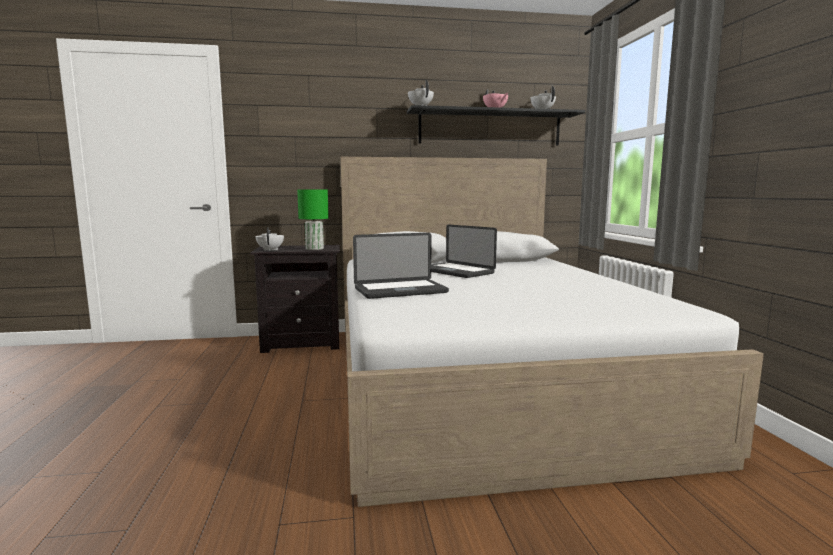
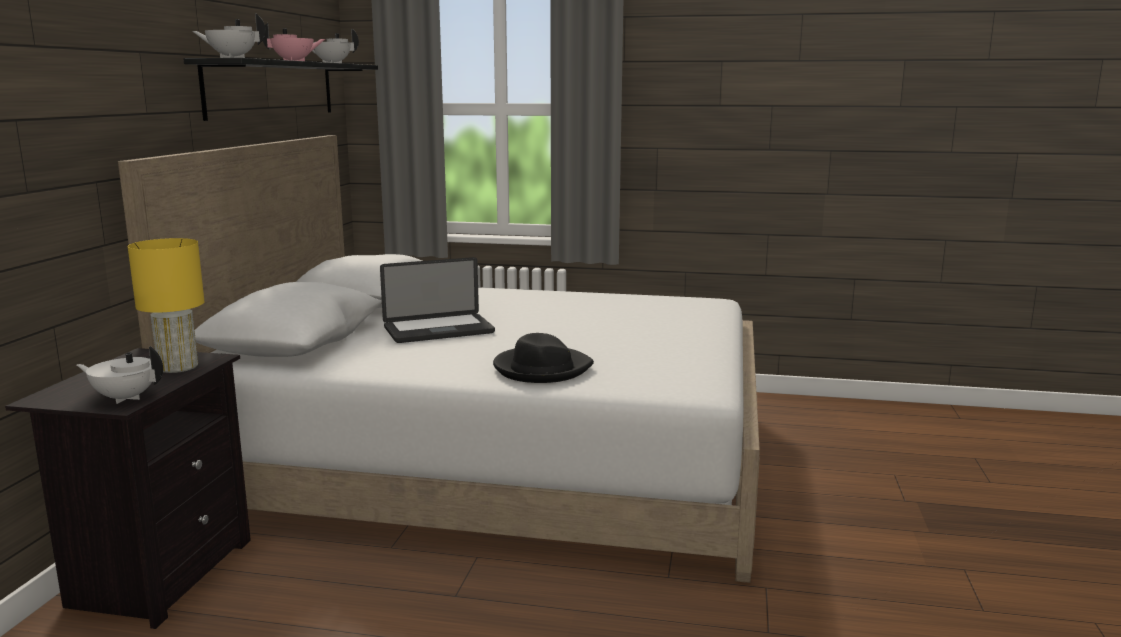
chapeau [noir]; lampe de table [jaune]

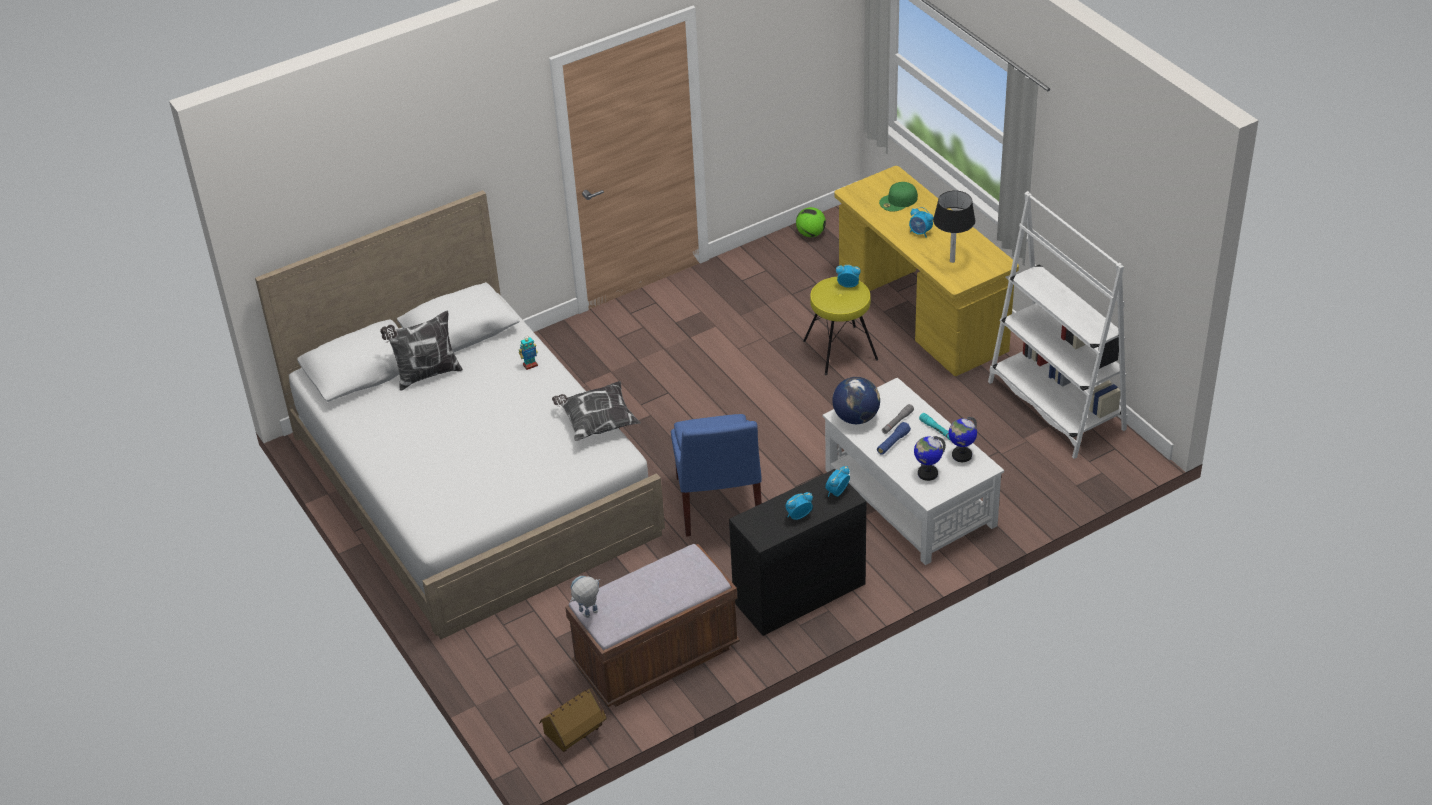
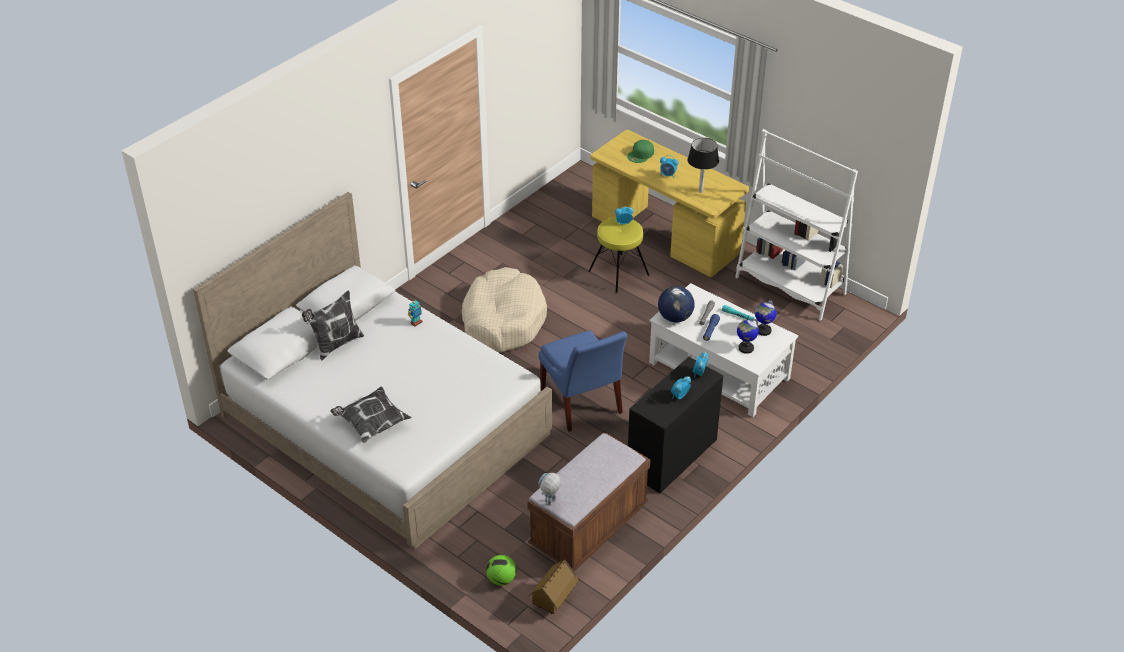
panier pour chien [beige]; coussin (no. 2 from left); ballon de foot

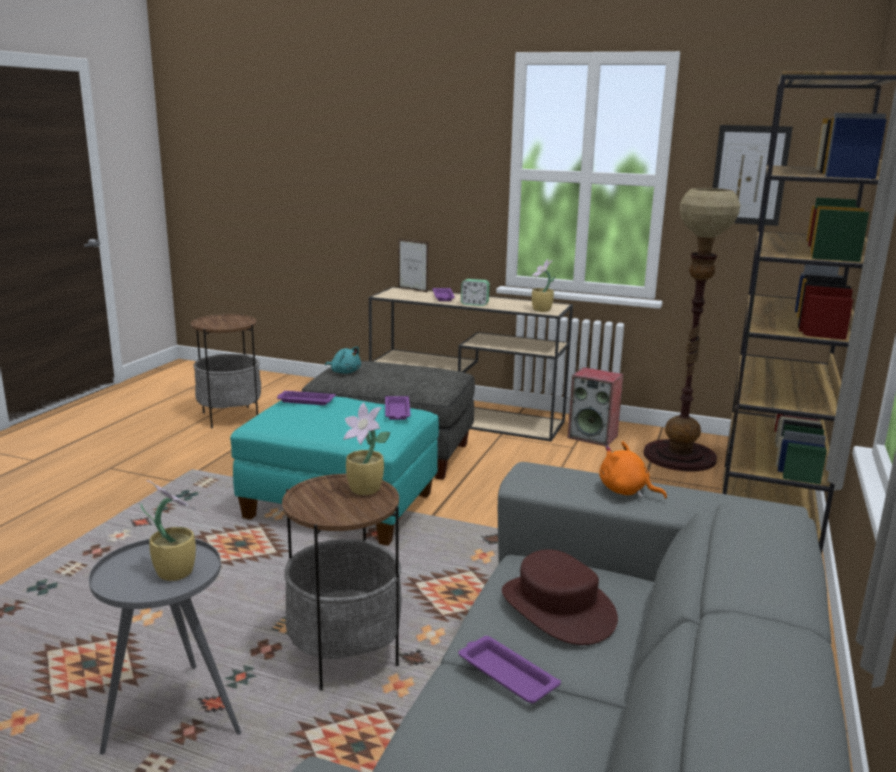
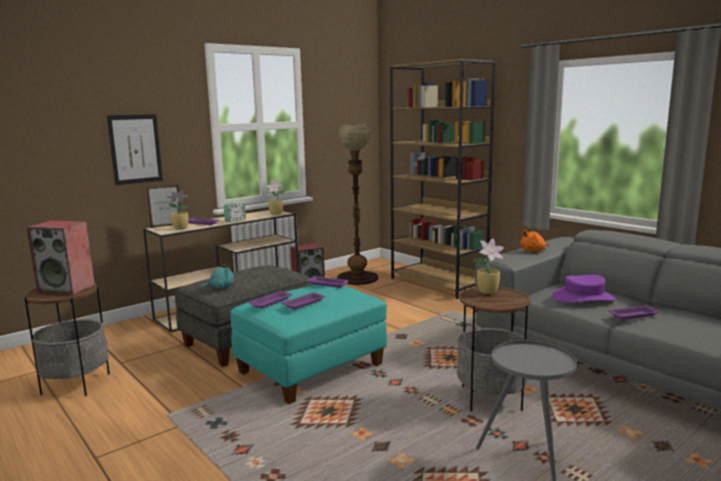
enceinte (no. 1 from left); plateau [violet] (no. 3 from left); plante en pot (no. 1 from left); tableau; chapeau [violet]

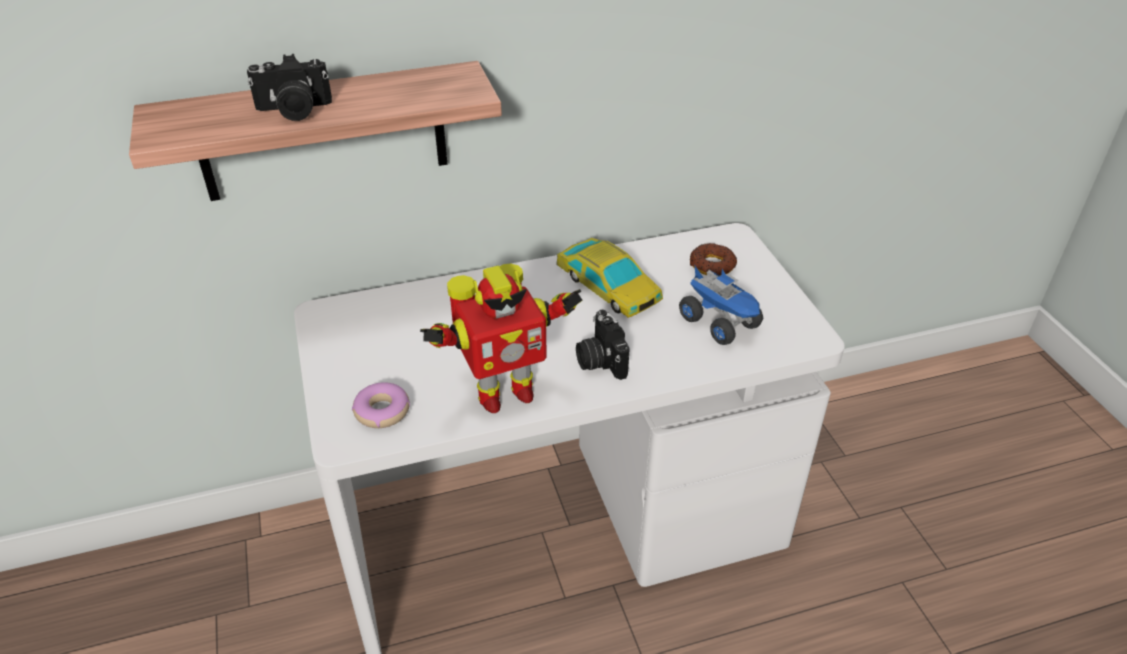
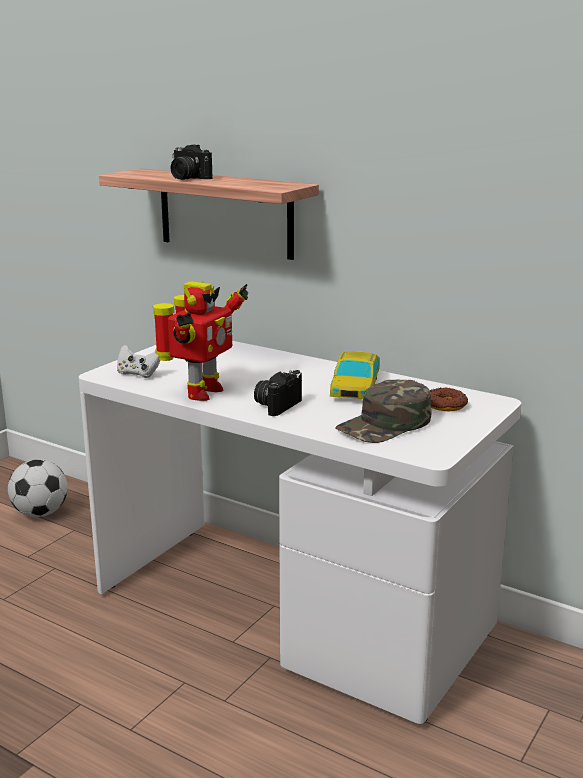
ballon de foot; manette [blanc]; casquette [vert]; robot jouet

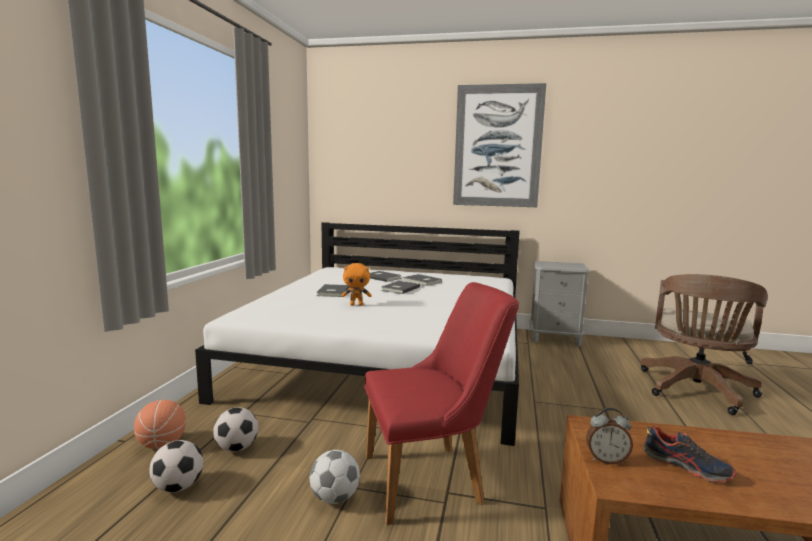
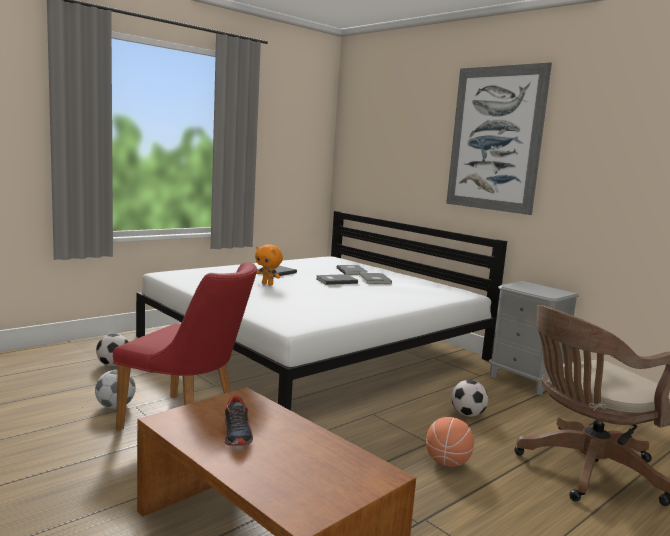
réveil; ballon de basket; ballon de foot (no. 3 from left)

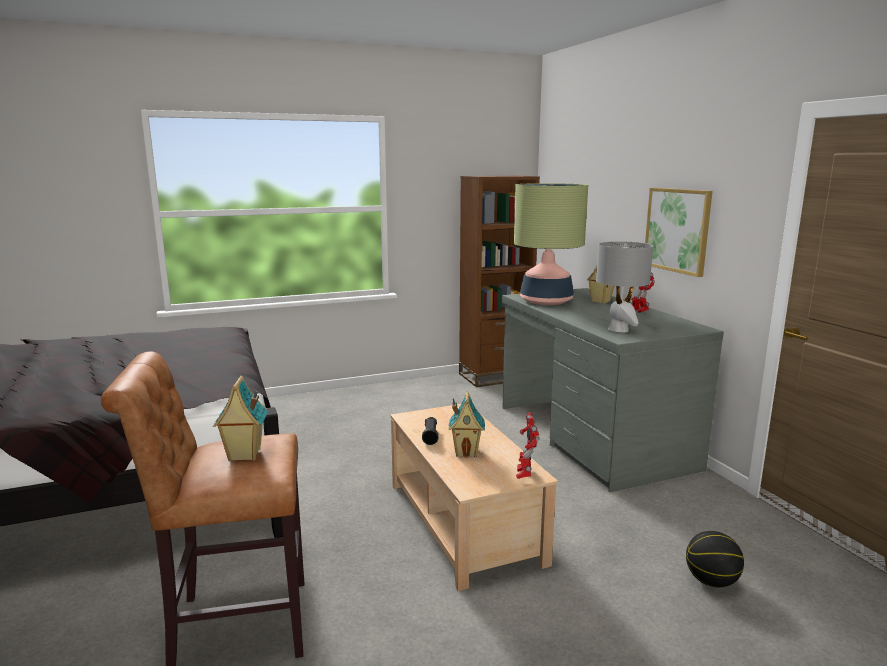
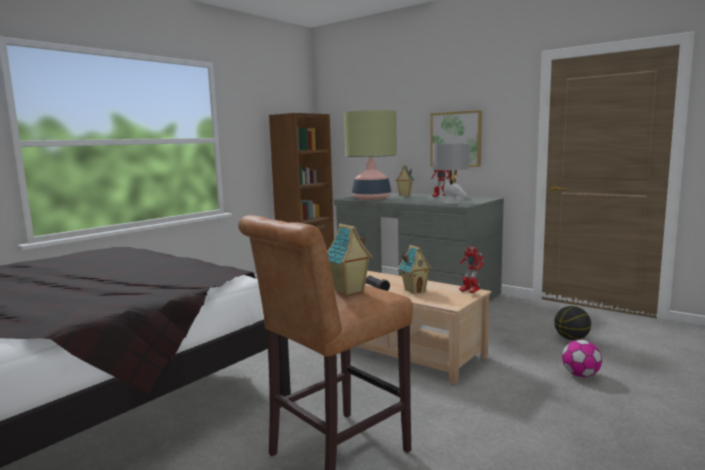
ballon de foot

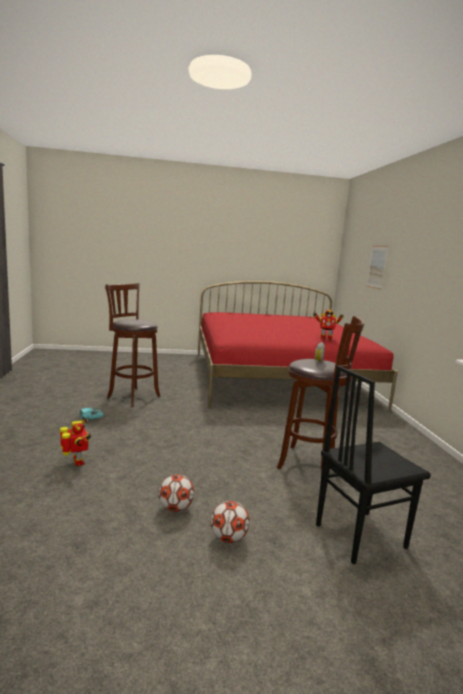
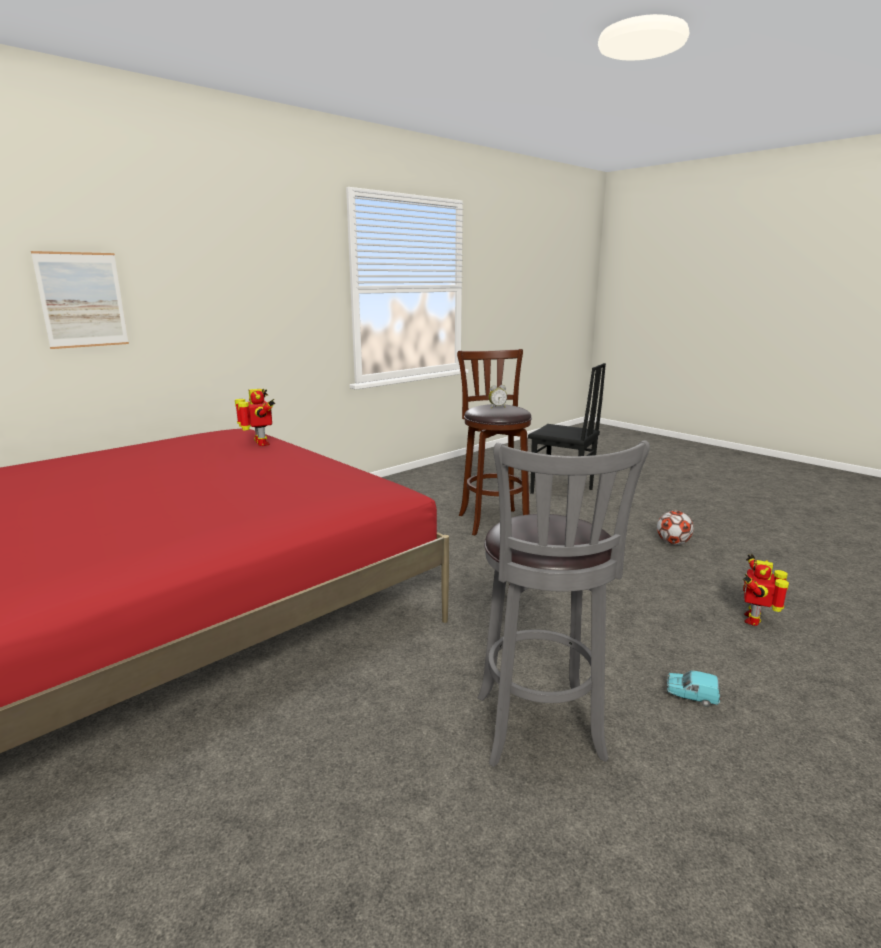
ballon de foot (no. 2 from left in the first image); tabouret [gris]

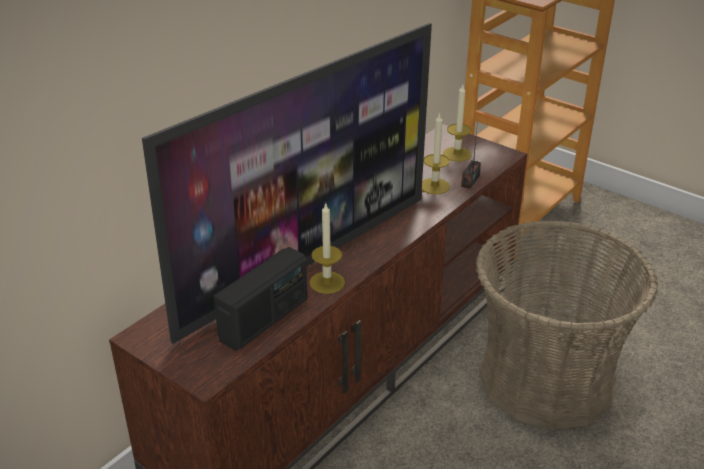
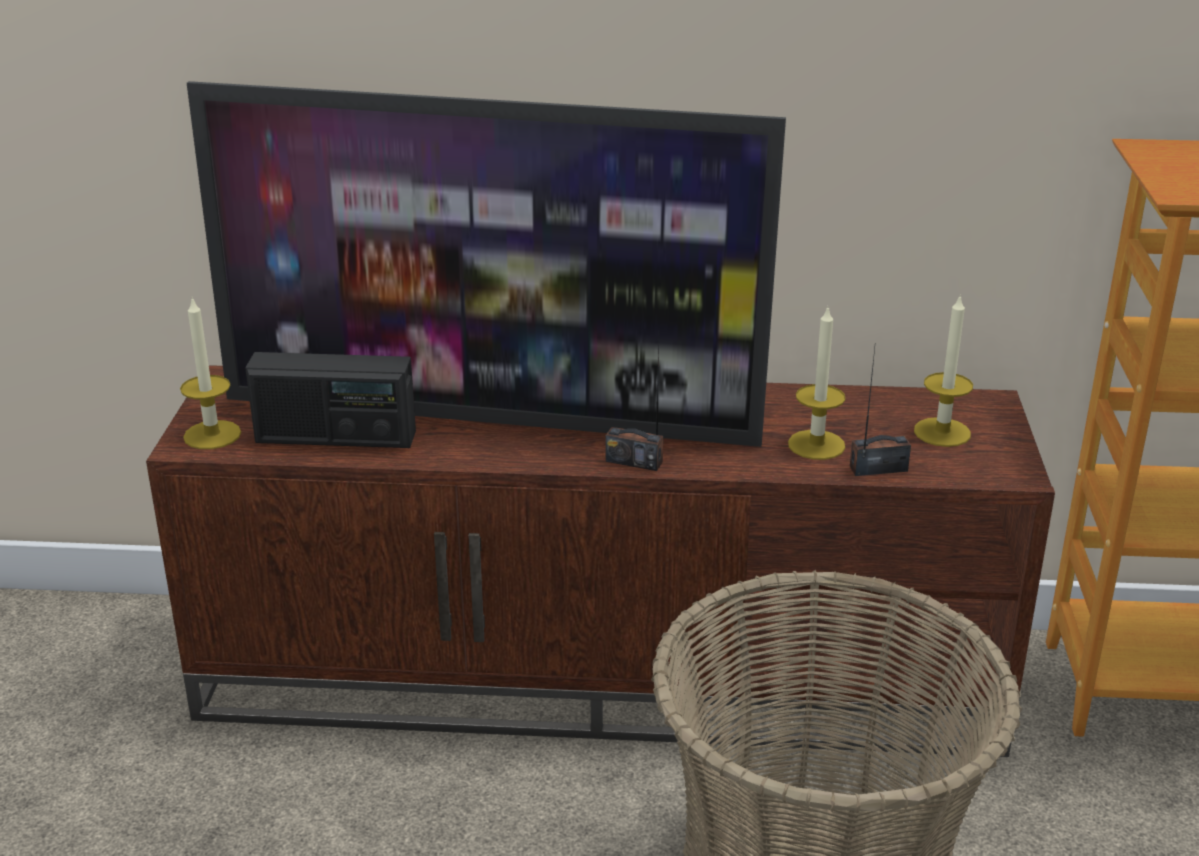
radio (no. 2 from left); bougie (no. 1 from left)

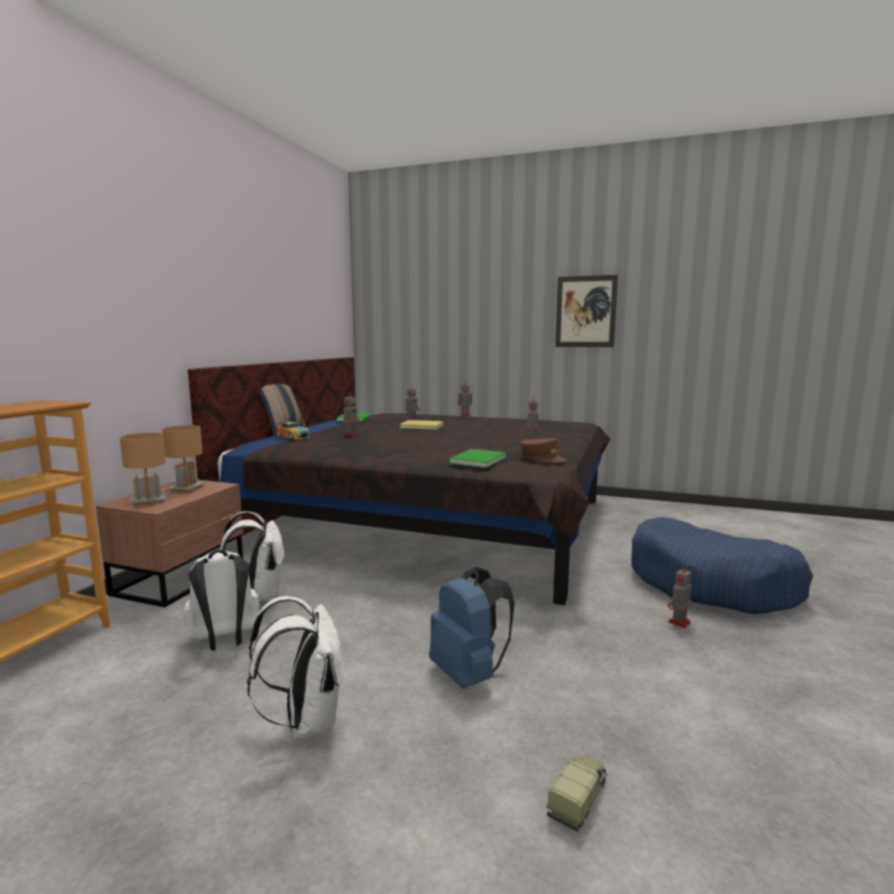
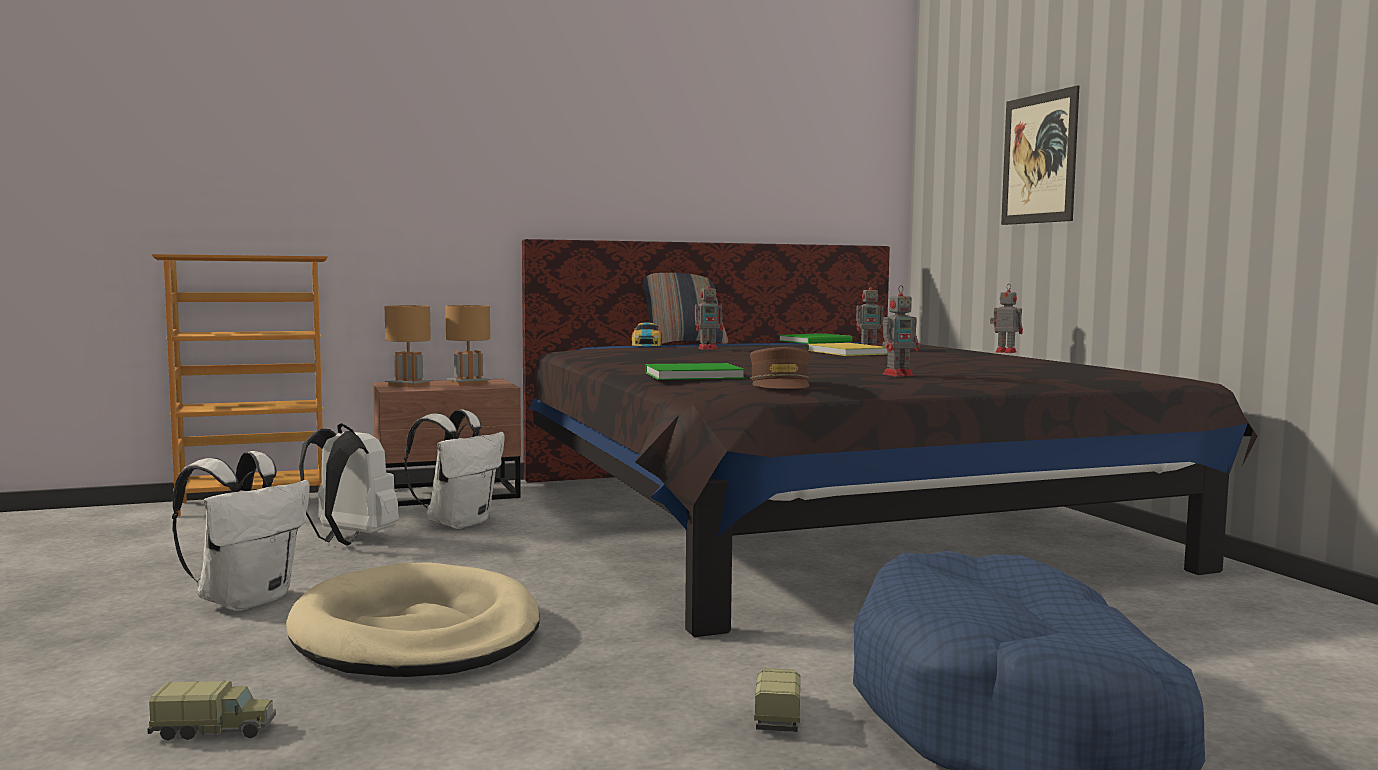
tableau; panier pour chien [beige]; camion jouet (no. 2 from left)

